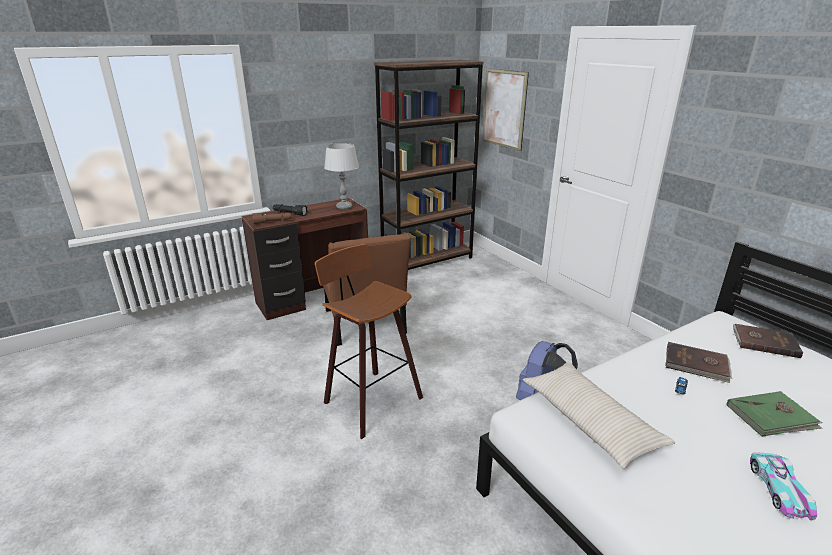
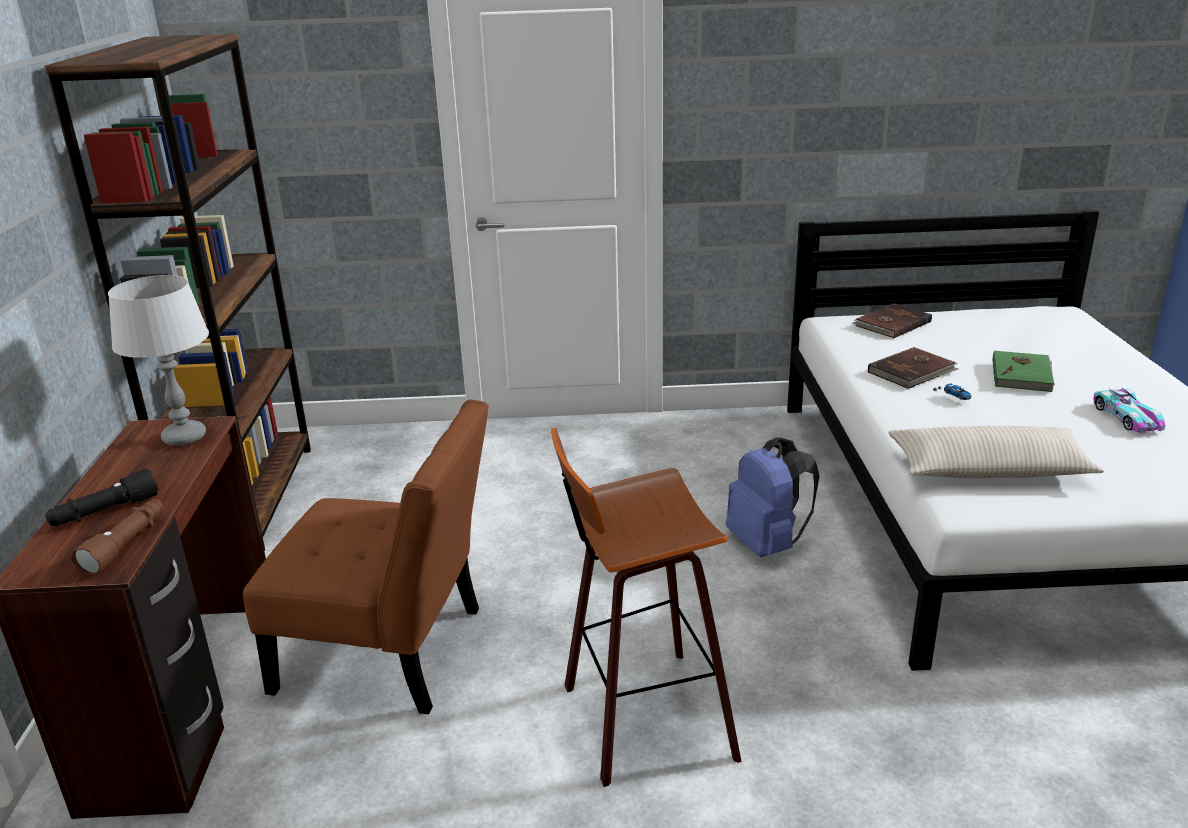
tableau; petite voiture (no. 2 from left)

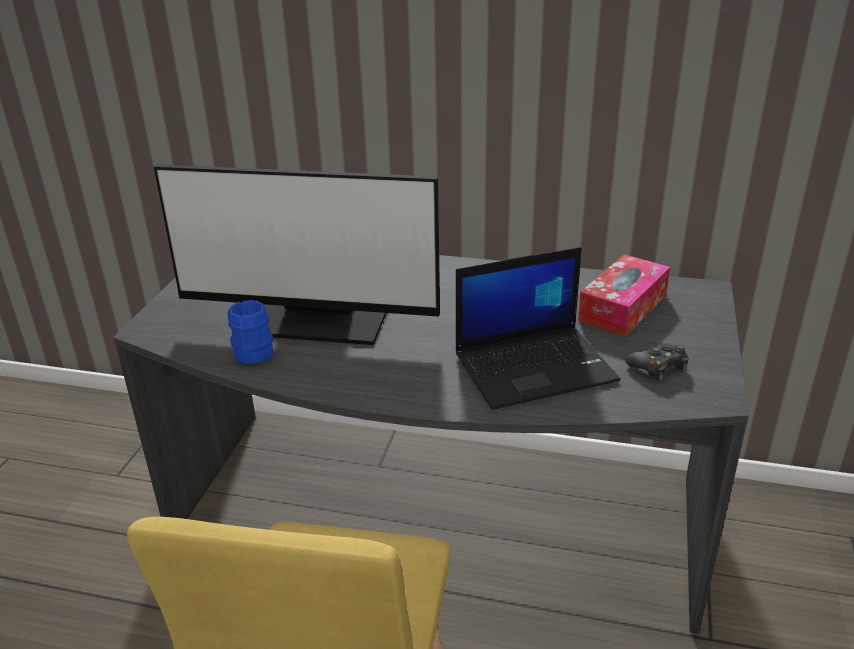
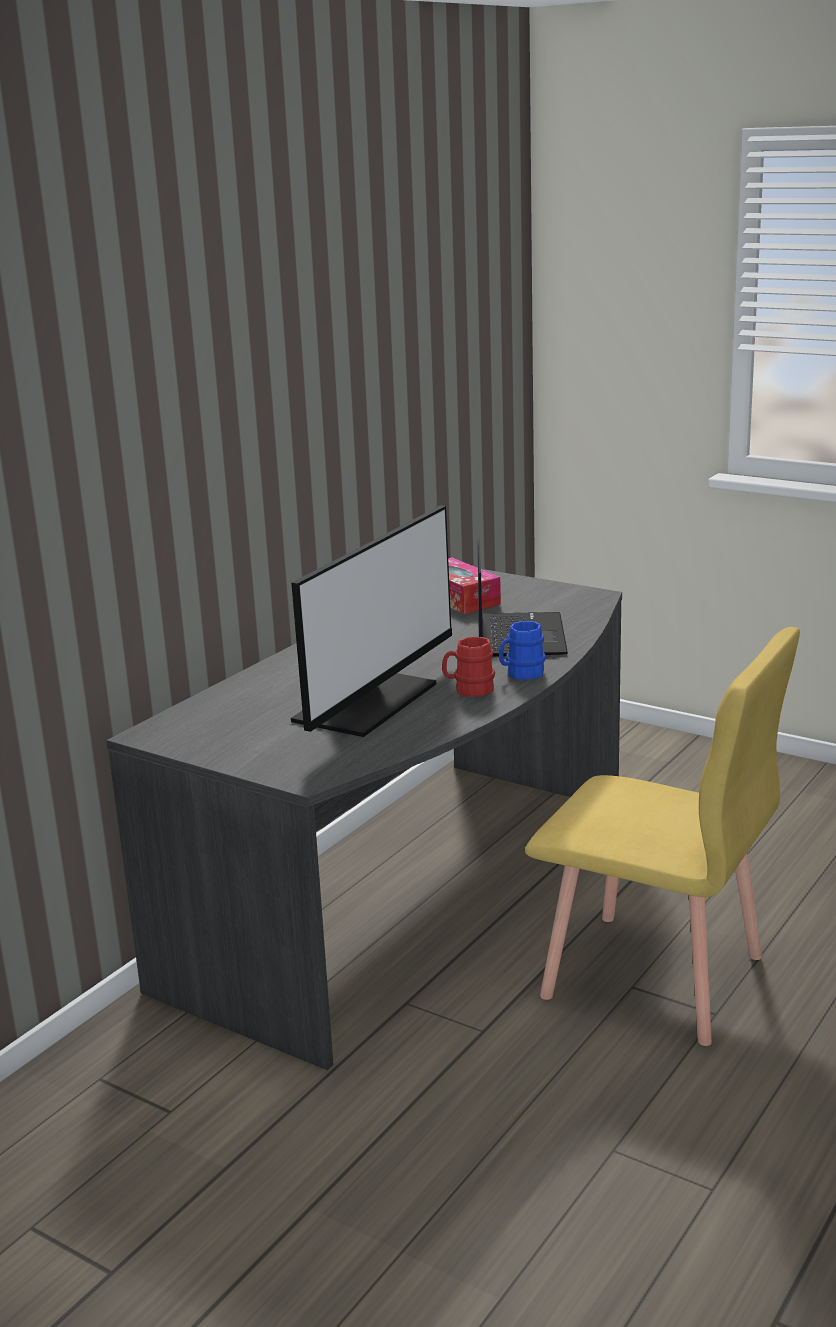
manette [noir]; mug [rouge]; mug [bleu]

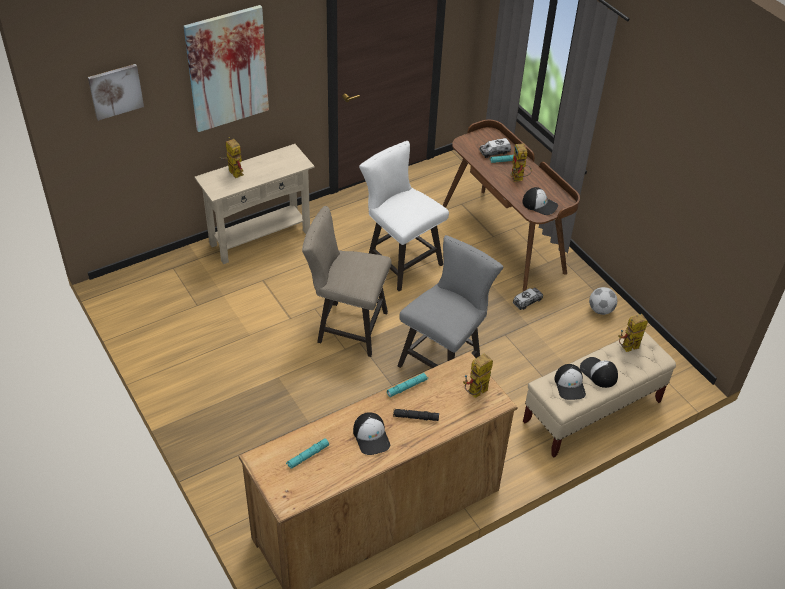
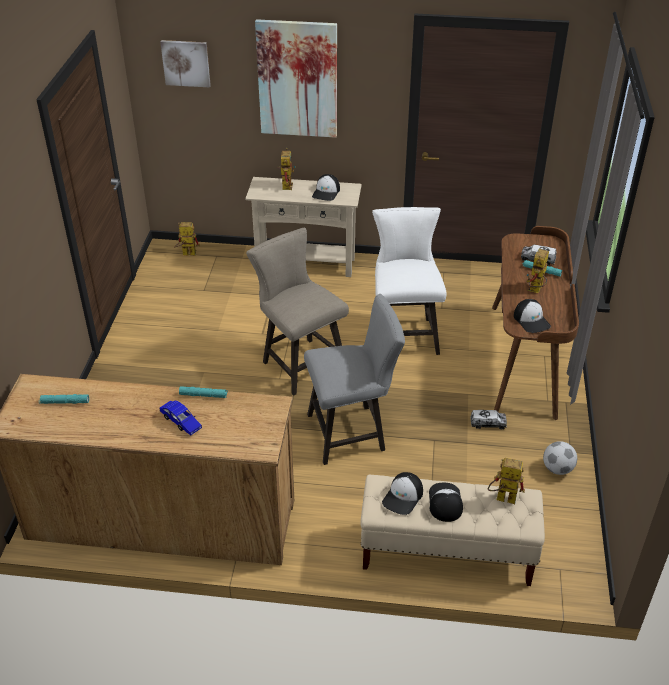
casquette (no. 1 from left); robot jouet (no. 1 from left); petite voiture [bleu]

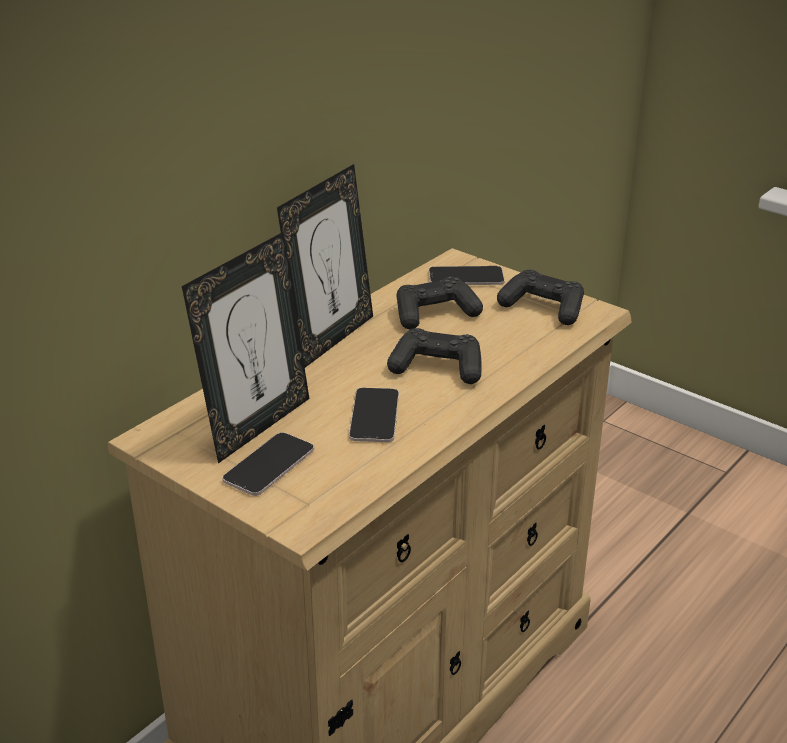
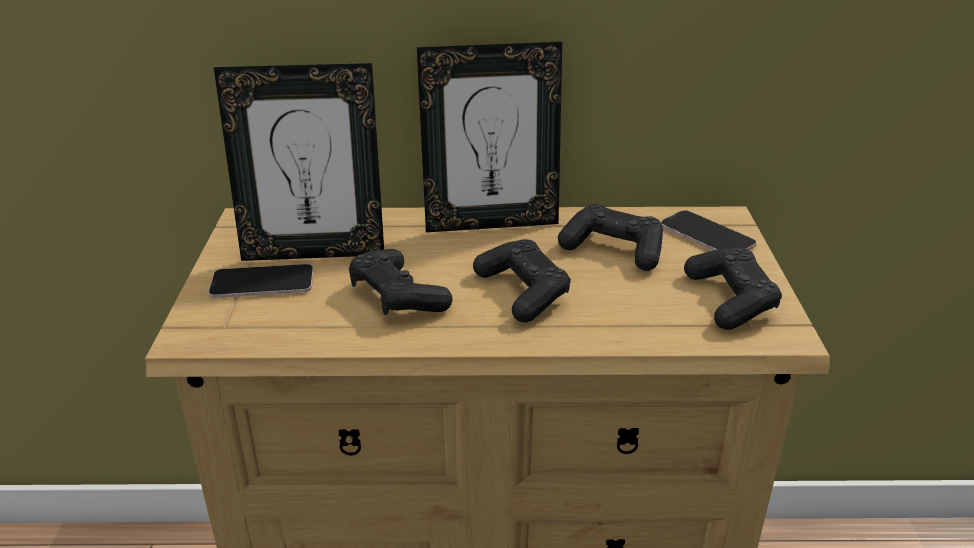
manette [noir] (no. 1 from left)

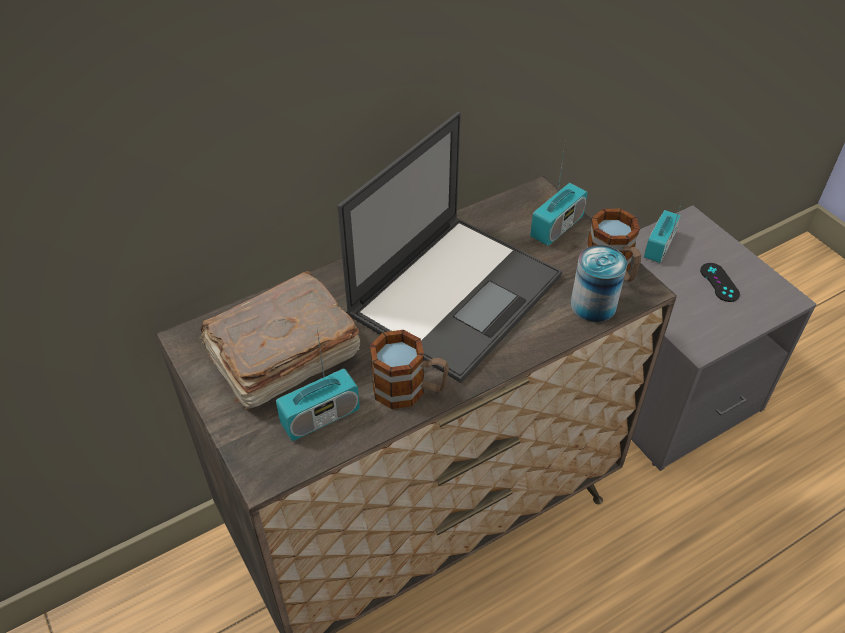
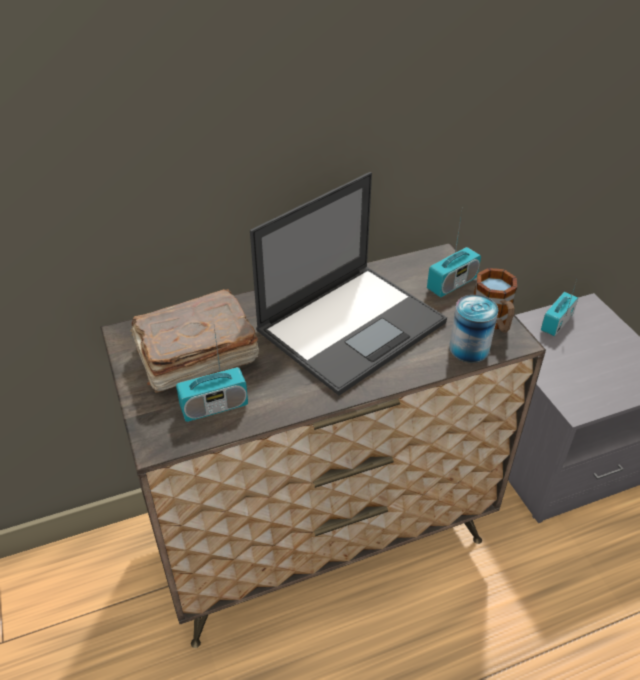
mug (no. 1 from left in the first image); manette [noir]

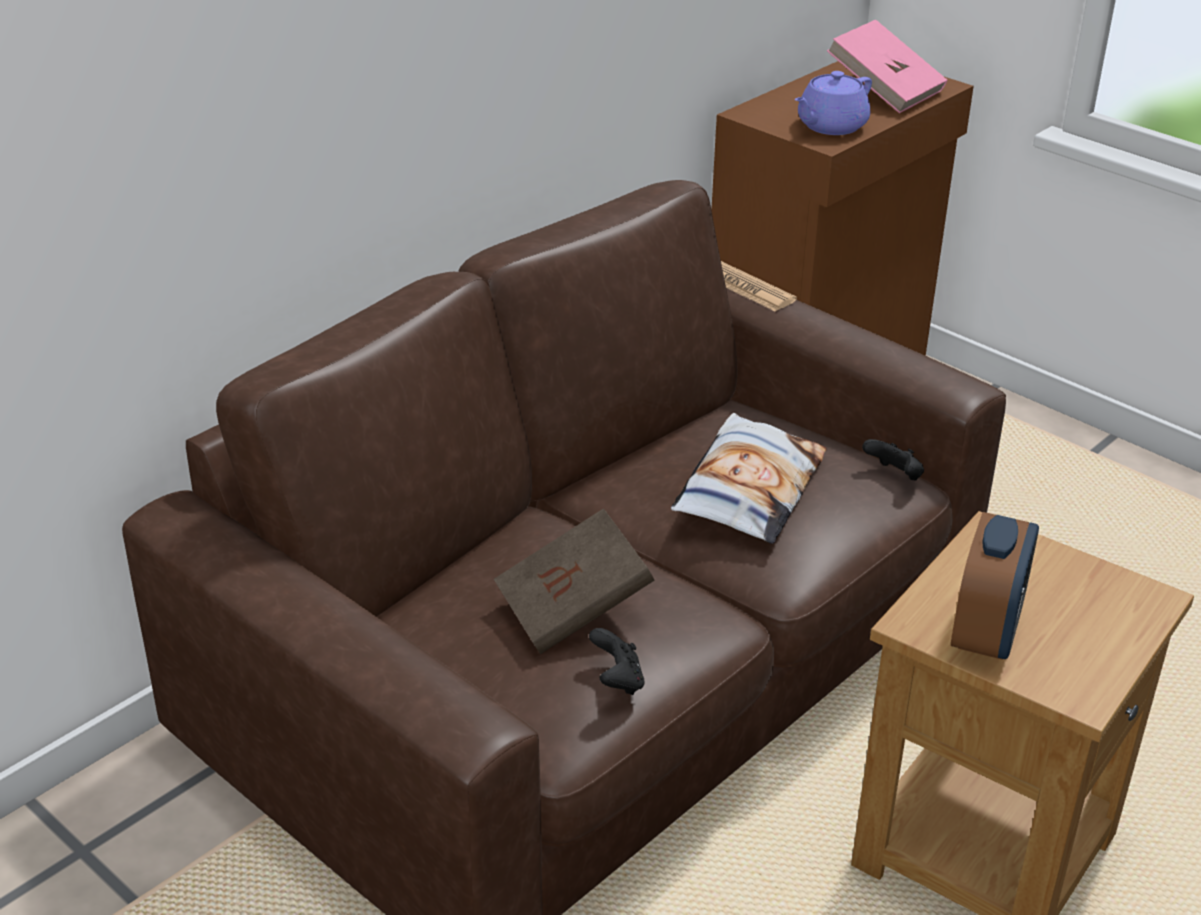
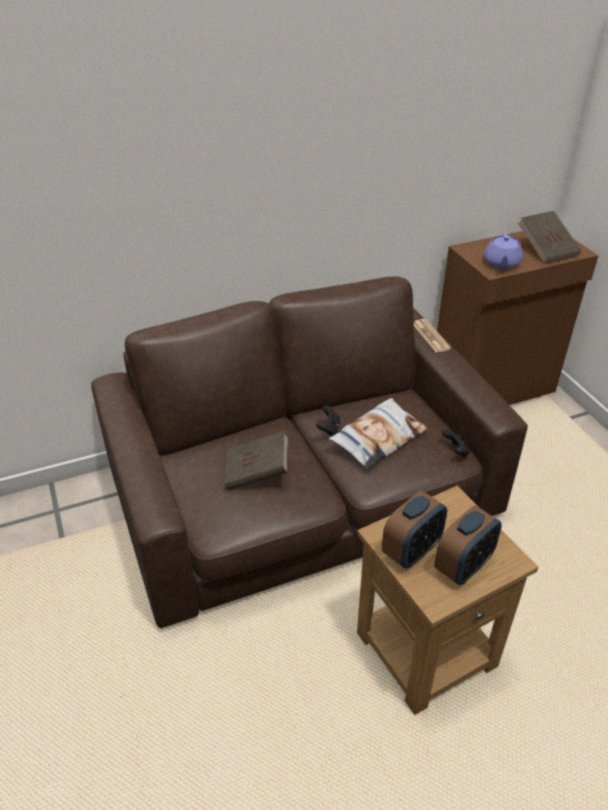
réveil (no. 2 from left); manette [noir] (no. 1 from left); livre [marron] (no. 2 from left); théière [violet]

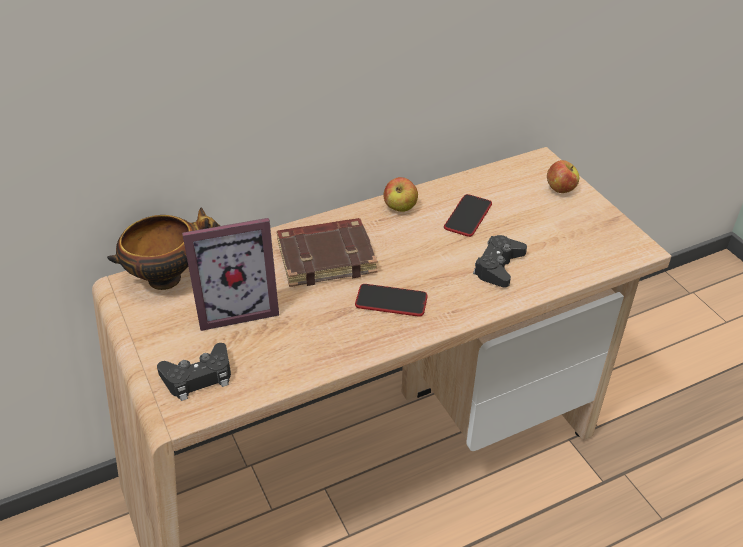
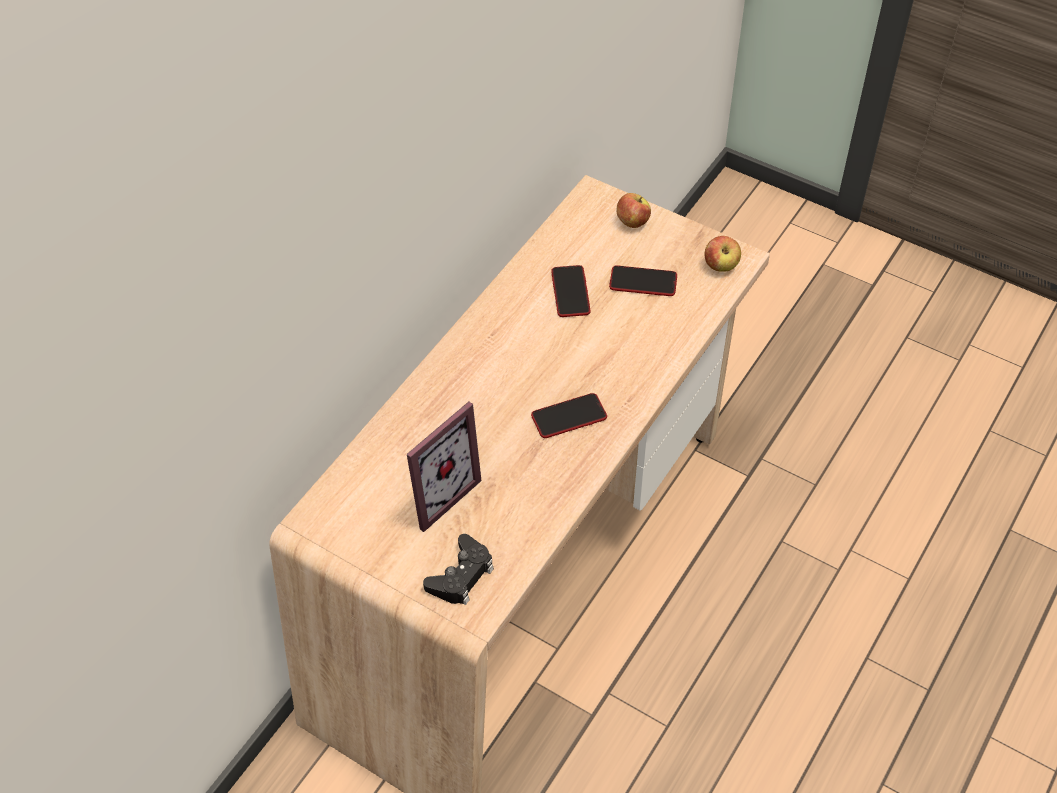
bol; livre [marron]; manette [noir] (no. 2 from left in the first image); téléphone (no. 3 from left); pomme (no. 2 from left)

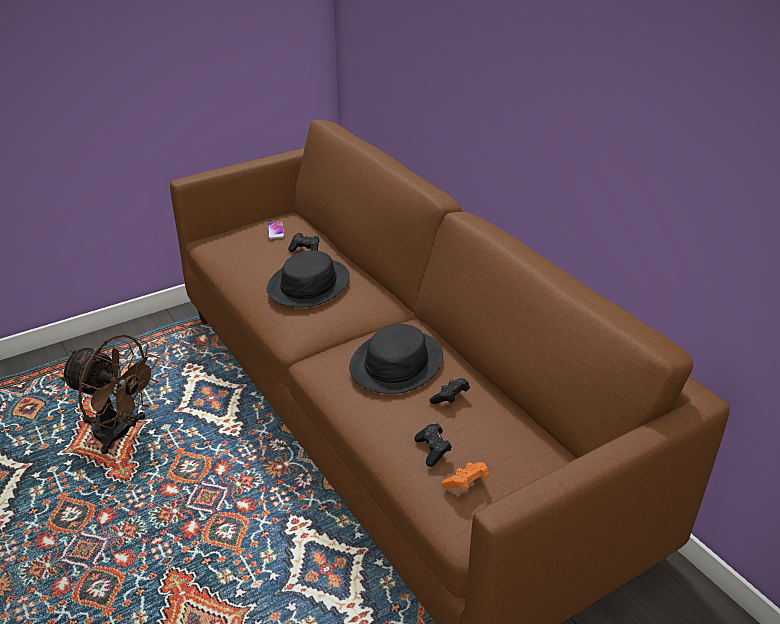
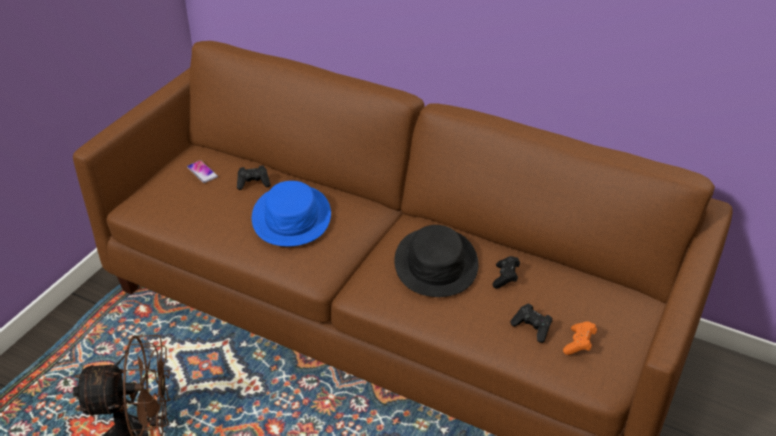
chapeau [bleu]

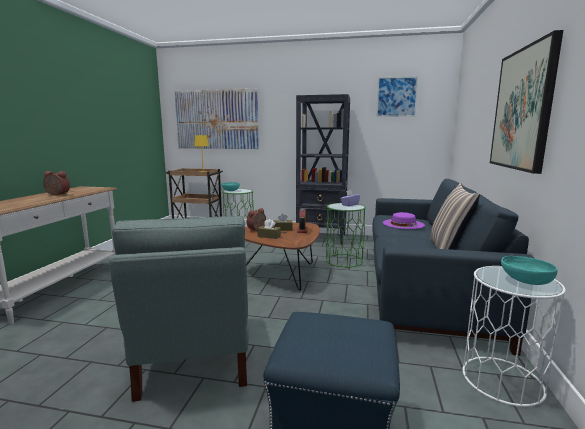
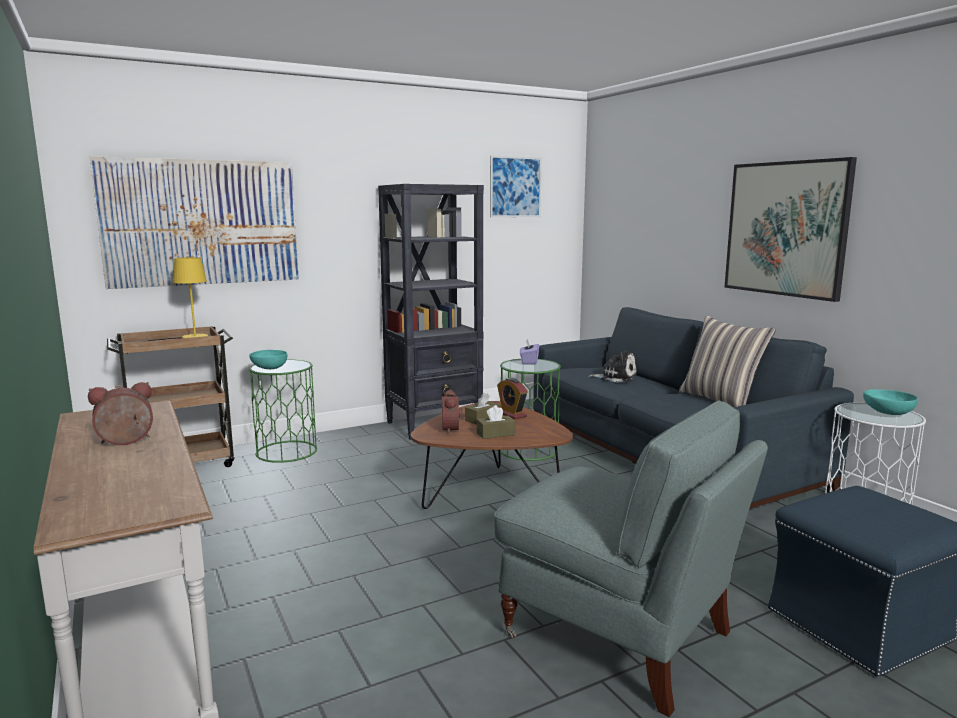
peluche

